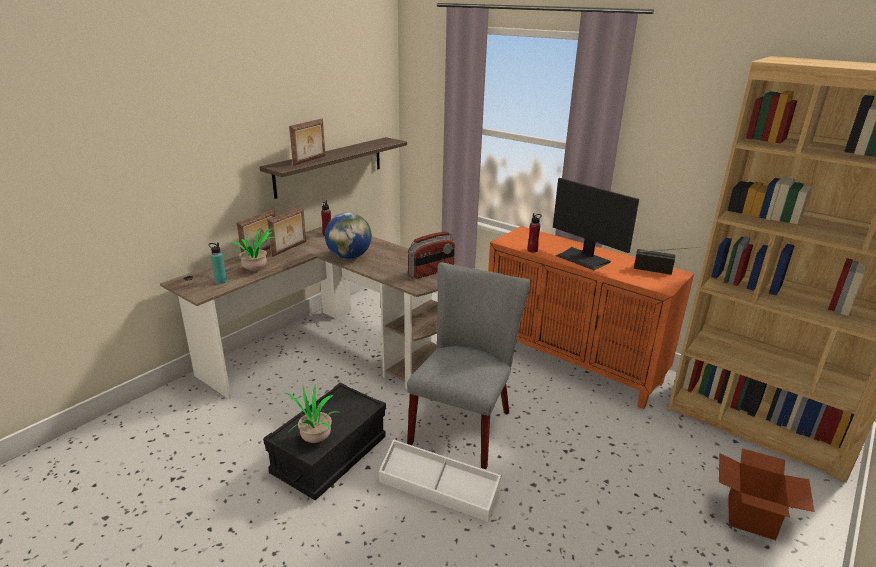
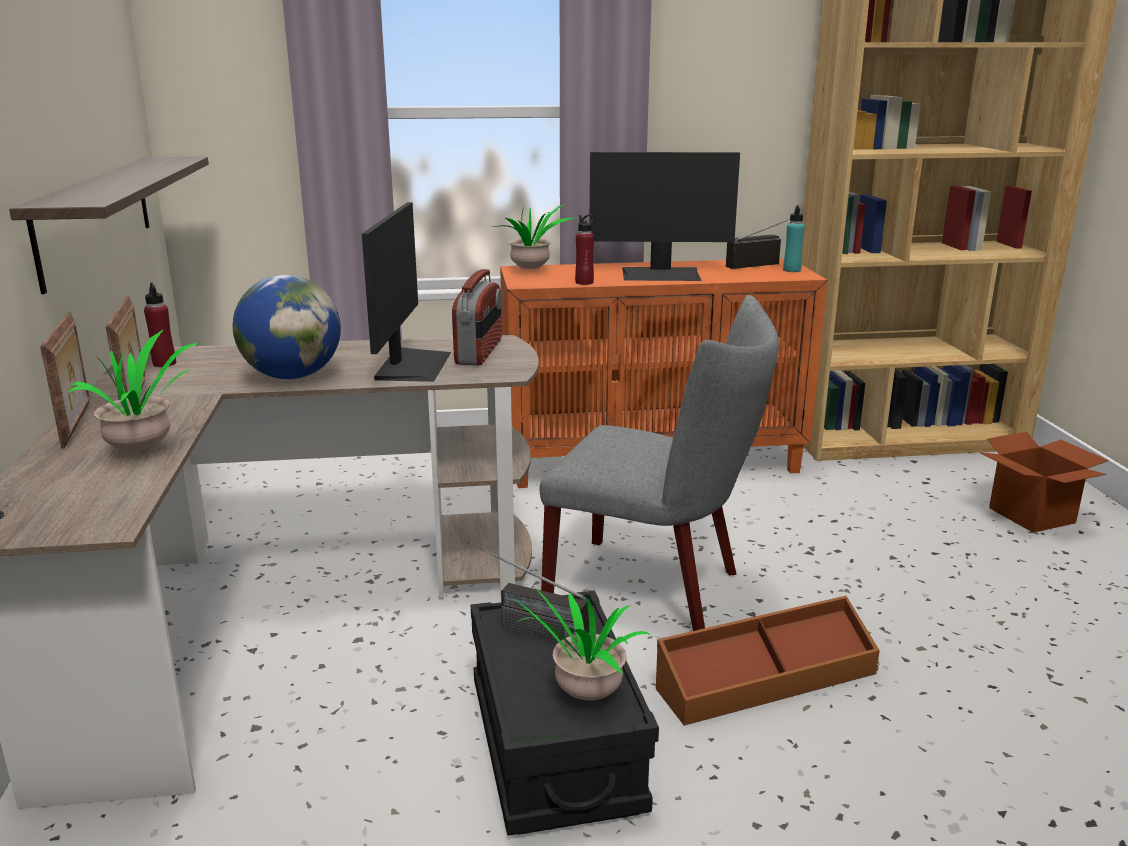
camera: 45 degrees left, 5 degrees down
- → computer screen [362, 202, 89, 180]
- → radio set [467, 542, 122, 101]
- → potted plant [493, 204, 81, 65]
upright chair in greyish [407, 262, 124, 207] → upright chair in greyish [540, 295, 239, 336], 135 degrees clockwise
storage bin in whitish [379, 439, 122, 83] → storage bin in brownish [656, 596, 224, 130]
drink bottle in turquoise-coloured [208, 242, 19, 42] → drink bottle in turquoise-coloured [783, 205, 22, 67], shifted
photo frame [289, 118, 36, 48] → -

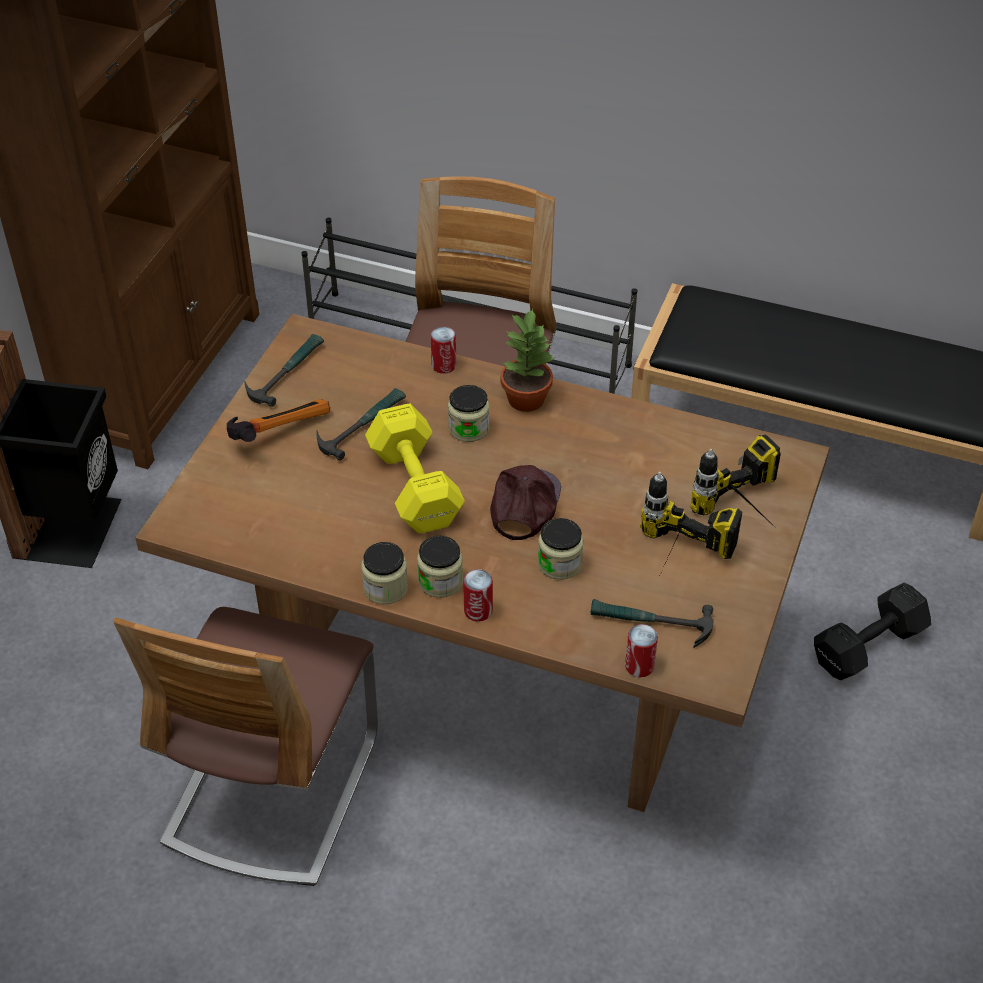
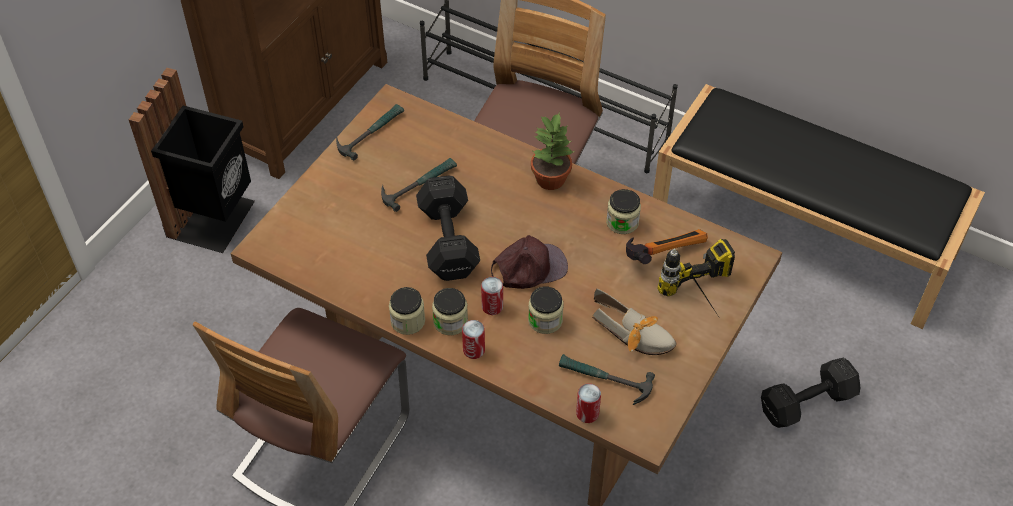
camera: 10 degrees right, 5 degrees up
free weight in yellow [365, 403, 100, 130] → free weight in black [416, 176, 64, 105]
metal can [431, 326, 25, 48] → metal can [481, 277, 22, 38], shifted
baseball cap in brownish [490, 465, 71, 75] → baseball cap in brownish [491, 235, 77, 54], 45 degrees clockwise
power drill [640, 472, 102, 107] → item of footwear [592, 289, 85, 66]
storage jar [448, 385, 41, 57] → storage jar [606, 189, 35, 45], shifted
hand hammer [227, 399, 103, 43] → hand hammer [626, 229, 82, 35], shifted

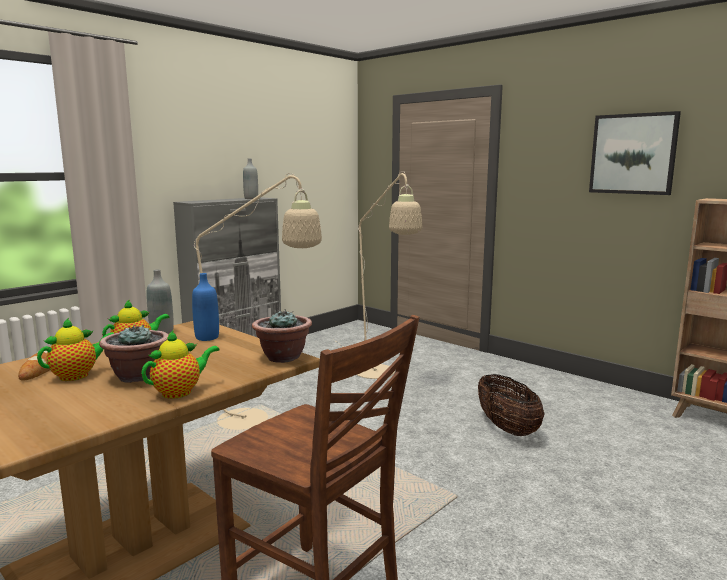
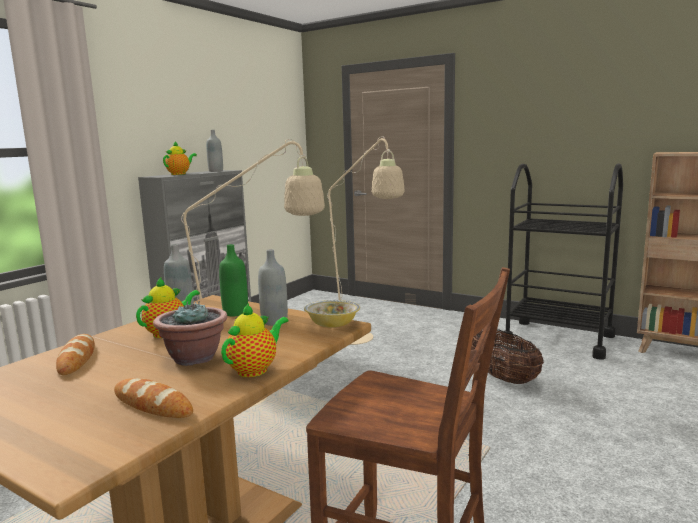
camera: 10 degrees left, 0 degrees up
- → bread [114, 378, 79, 40]
pot for tea [37, 318, 78, 63] → pot for tea [163, 141, 34, 34], shifted
drink bottle in bluish [192, 273, 27, 68] → drink bottle in green [219, 244, 29, 72]
- → drink bottle in greyish [258, 249, 30, 77]
potted plant [252, 309, 60, 54] → deep dish [304, 300, 56, 28]
- → trolley in black [504, 163, 119, 197]
picture [589, 111, 92, 84] → -

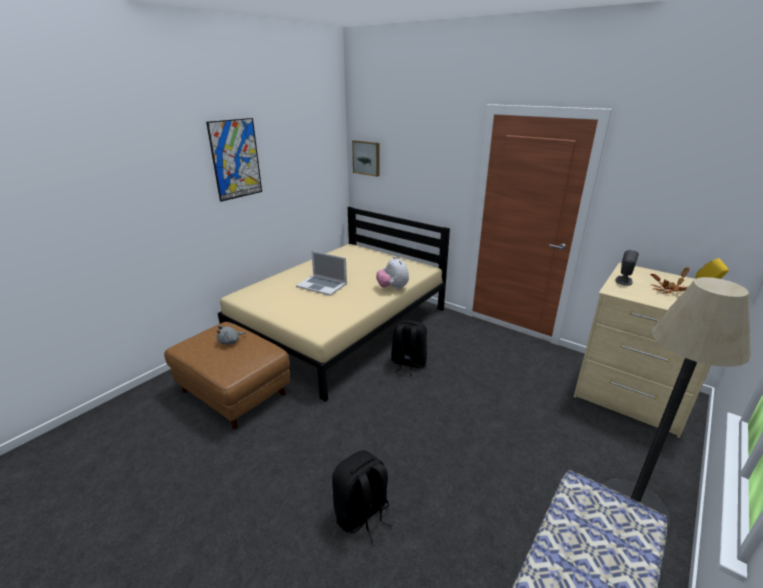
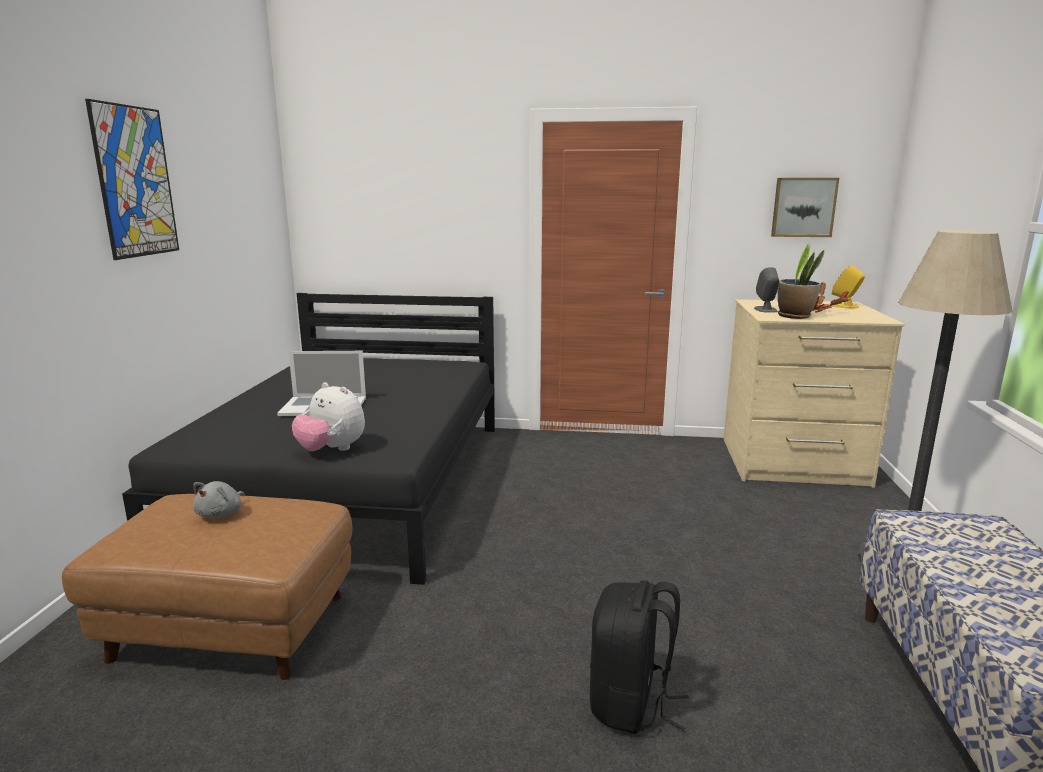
camera: 30 degrees left, 10 degrees down
bed in sand-coloured [218, 207, 232, 195] → bed in black [122, 293, 373, 292]
cuddly toy [376, 256, 33, 34] → cuddly toy [292, 382, 73, 69], shifted
picture [352, 140, 28, 37] → picture [771, 178, 68, 59], shifted
- → potted plant [778, 243, 47, 76]
backpack in black [391, 320, 36, 56] → -

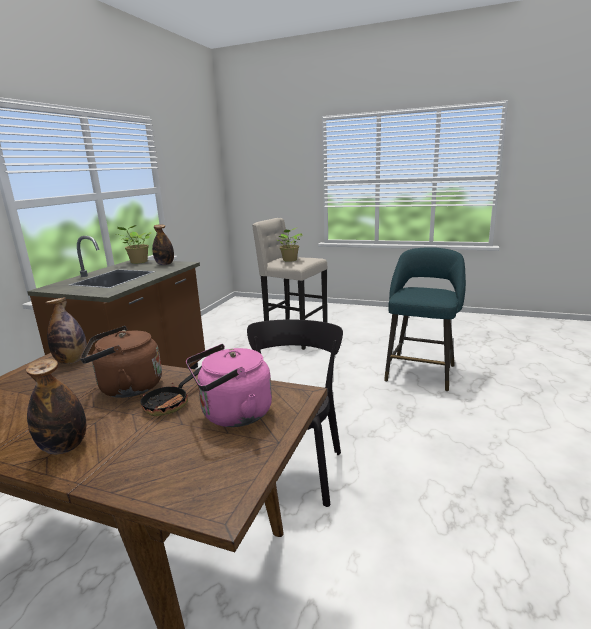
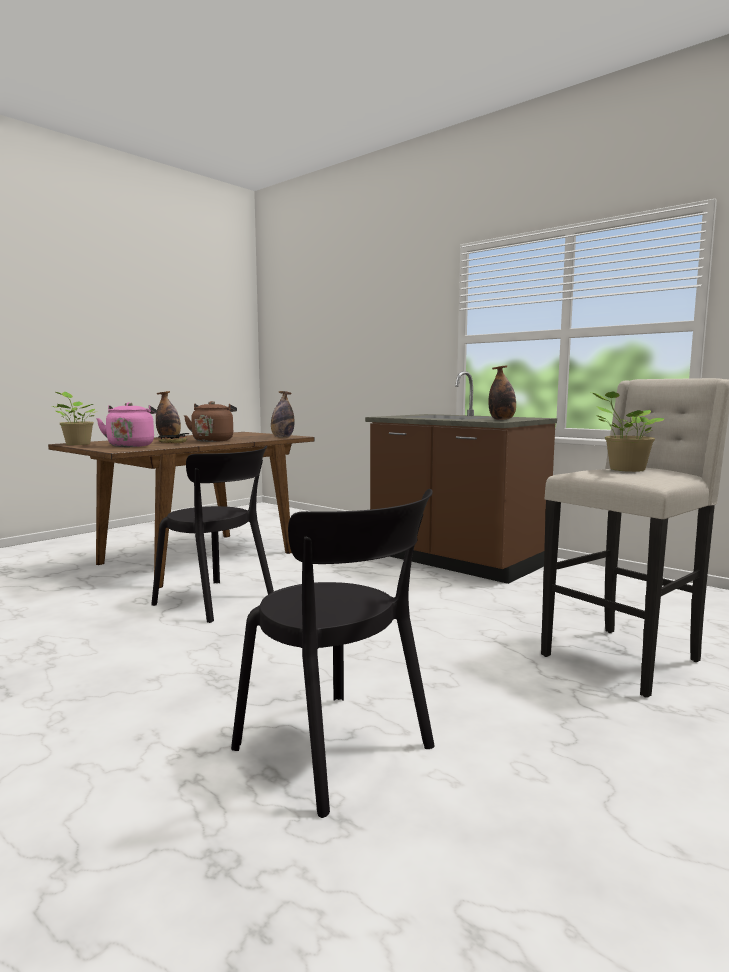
camera: 110 degrees right, 10 degrees down
potted plant [117, 225, 35, 39] → potted plant [52, 392, 43, 53], shifted
stool seat in turquoise-coloured [384, 247, 82, 144] → upright chair in black [231, 489, 204, 329]

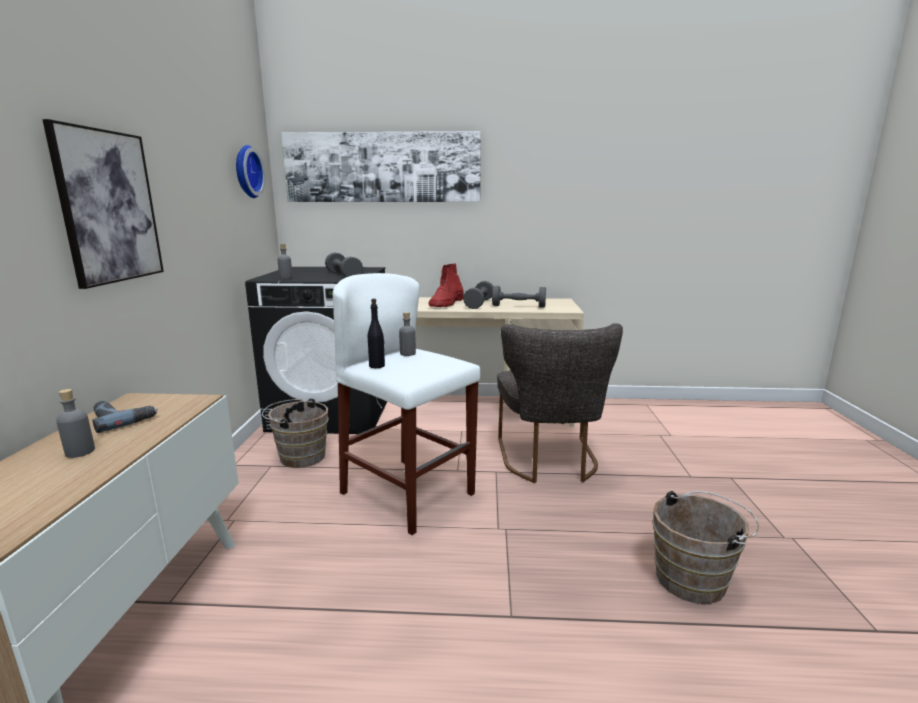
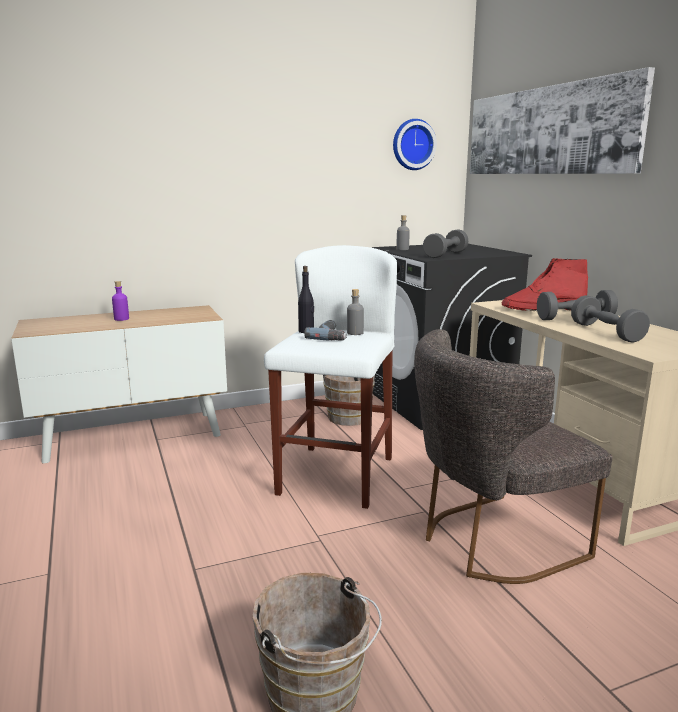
camera: 65 degrees right, 0 degrees up
drink bottle in greyish [56, 389, 39, 69] → drink bottle in purple [112, 281, 17, 40]
power drill [93, 401, 65, 32] → power drill [304, 320, 43, 21], shifted
picture [42, 119, 122, 170] → -

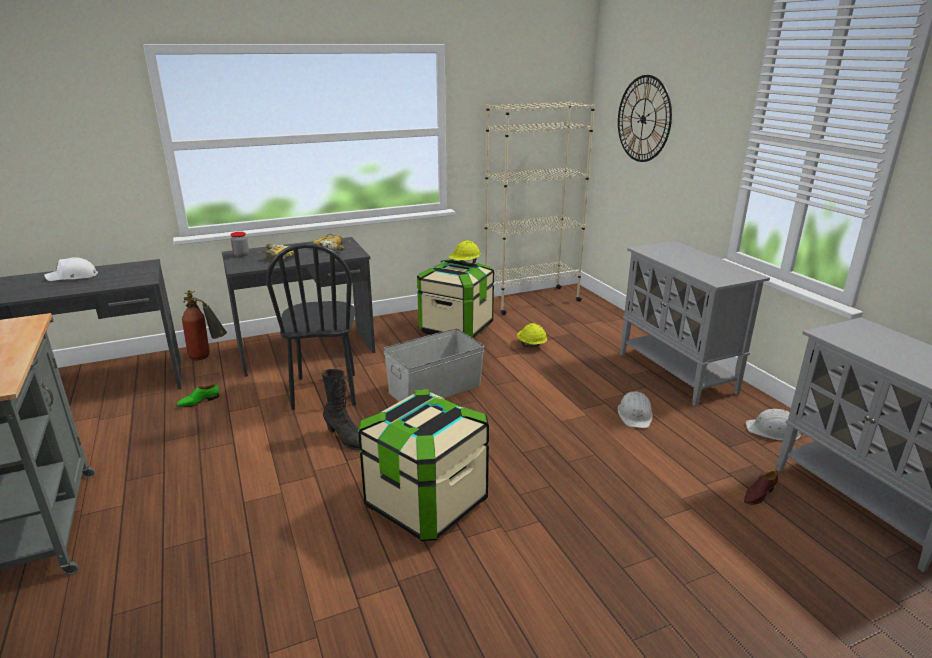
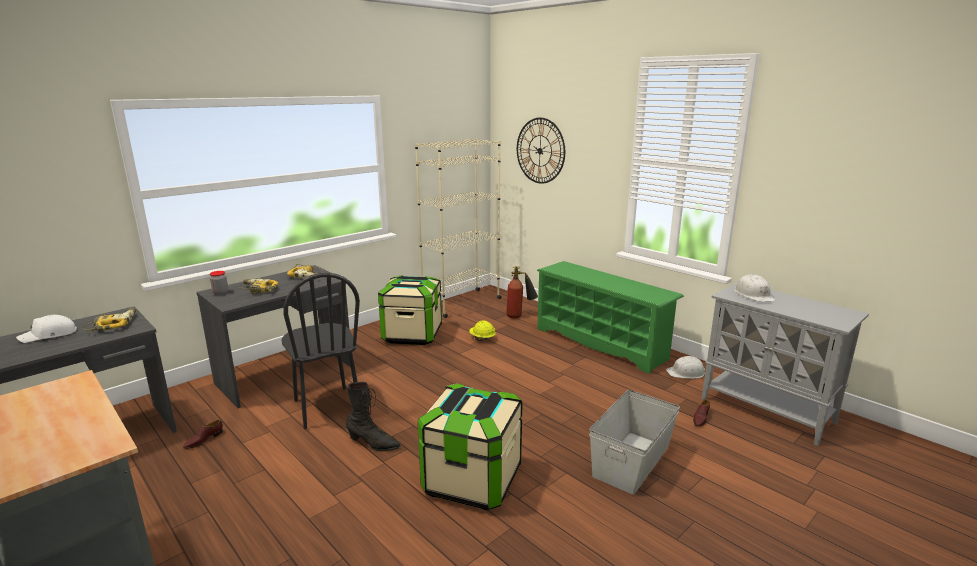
camera: 20 degrees left, 5 degrees down
- → power drill [83, 308, 53, 23]
item of footwear in green [177, 384, 42, 23] → item of footwear in brownish [183, 419, 40, 30]
fire extinguisher [182, 290, 45, 70] → fire extinguisher [507, 266, 31, 53], shifted
storage cabinet in greyish [620, 241, 150, 165] → shoe stand in green [537, 261, 147, 113]
storage bin in greyish [384, 328, 100, 74] → storage bin in greyish [589, 390, 91, 105], shifted
work helmet in whitish [617, 391, 36, 37] → work helmet in whitish [734, 274, 41, 28], shifted
work helmet in yellow [449, 241, 32, 24] → -

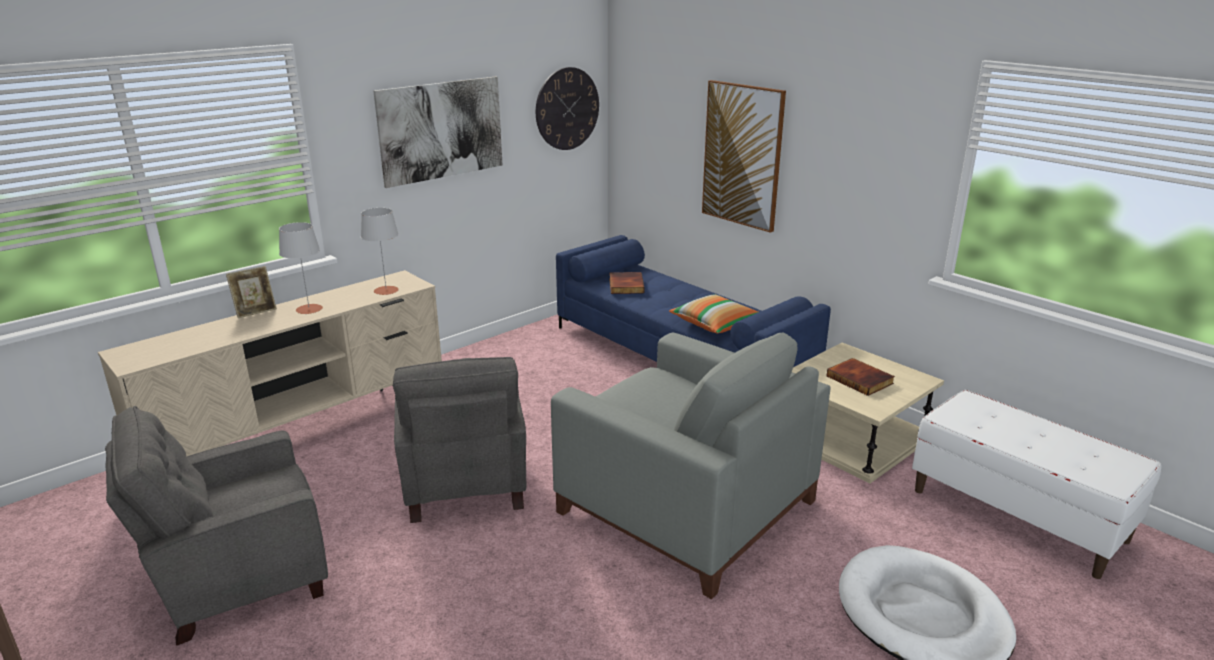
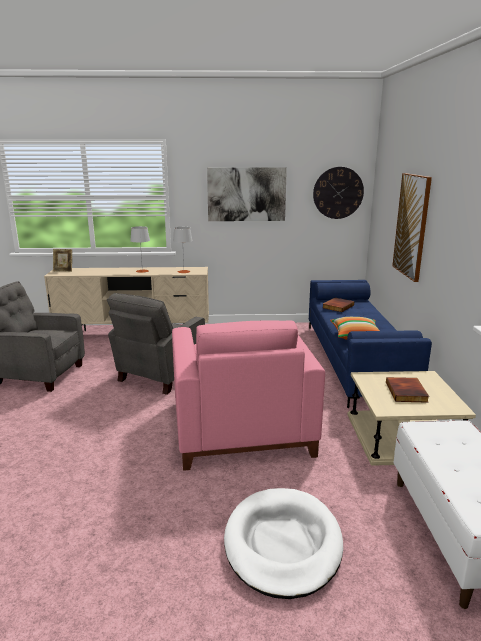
camera: 40 degrees right, 5 degrees down
photo frame [226, 266, 51, 52] → photo frame [53, 249, 19, 23], shifted
easy chair in greyish [551, 332, 279, 267] → easy chair in pink [172, 320, 153, 151]

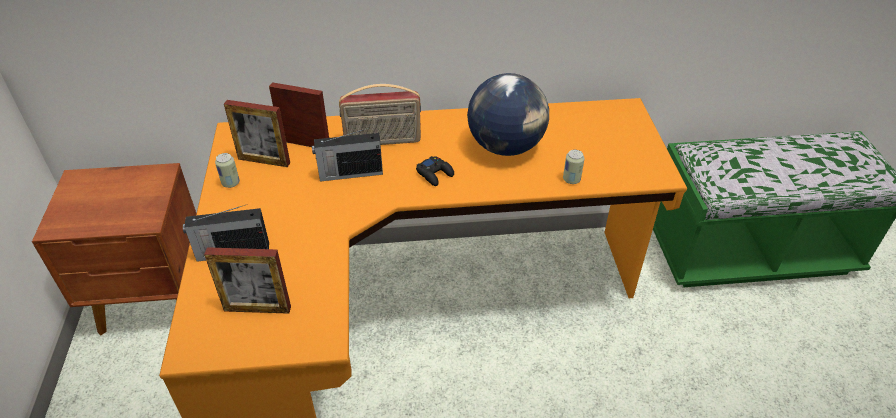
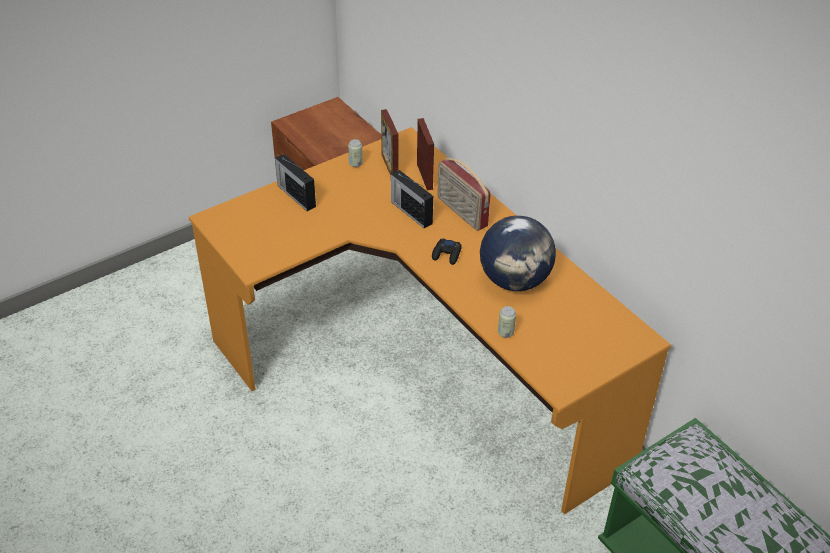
camera: 60 degrees right, 0 degrees up
photo frame [204, 247, 87, 67] → -

